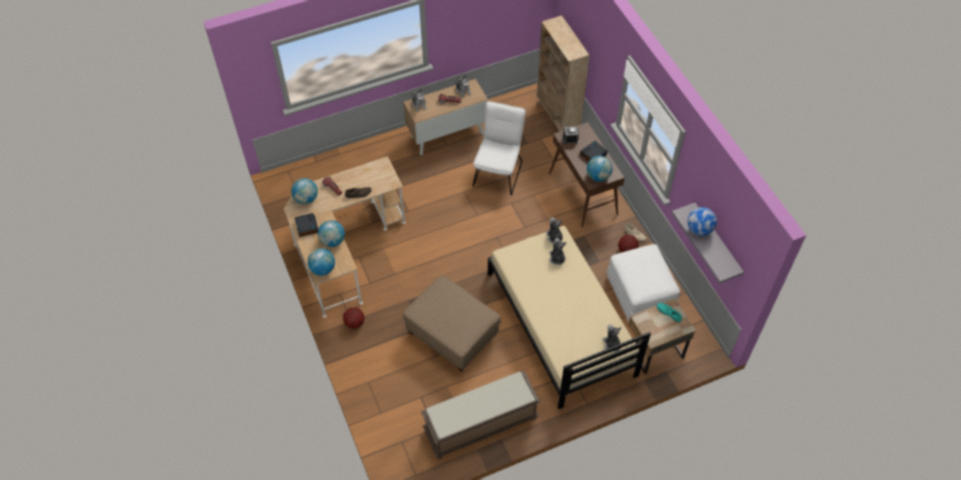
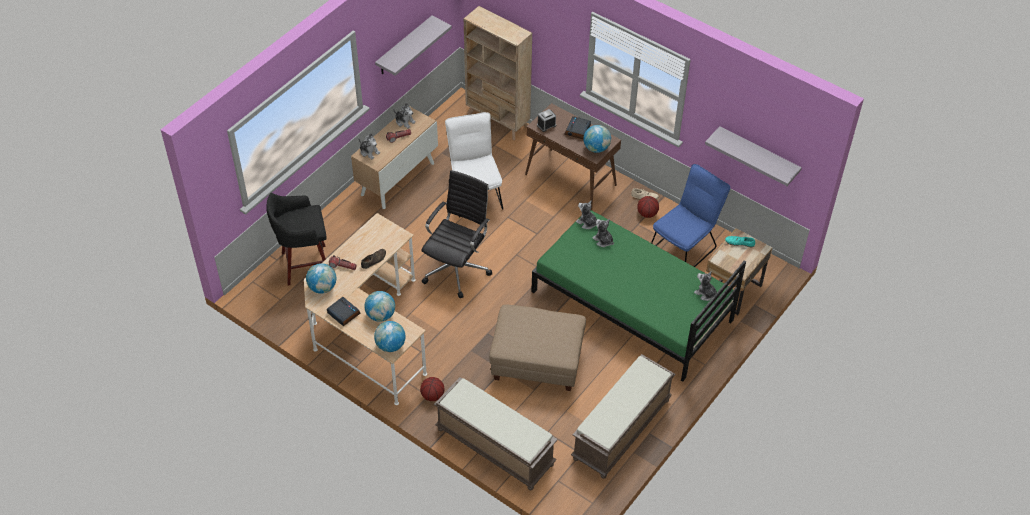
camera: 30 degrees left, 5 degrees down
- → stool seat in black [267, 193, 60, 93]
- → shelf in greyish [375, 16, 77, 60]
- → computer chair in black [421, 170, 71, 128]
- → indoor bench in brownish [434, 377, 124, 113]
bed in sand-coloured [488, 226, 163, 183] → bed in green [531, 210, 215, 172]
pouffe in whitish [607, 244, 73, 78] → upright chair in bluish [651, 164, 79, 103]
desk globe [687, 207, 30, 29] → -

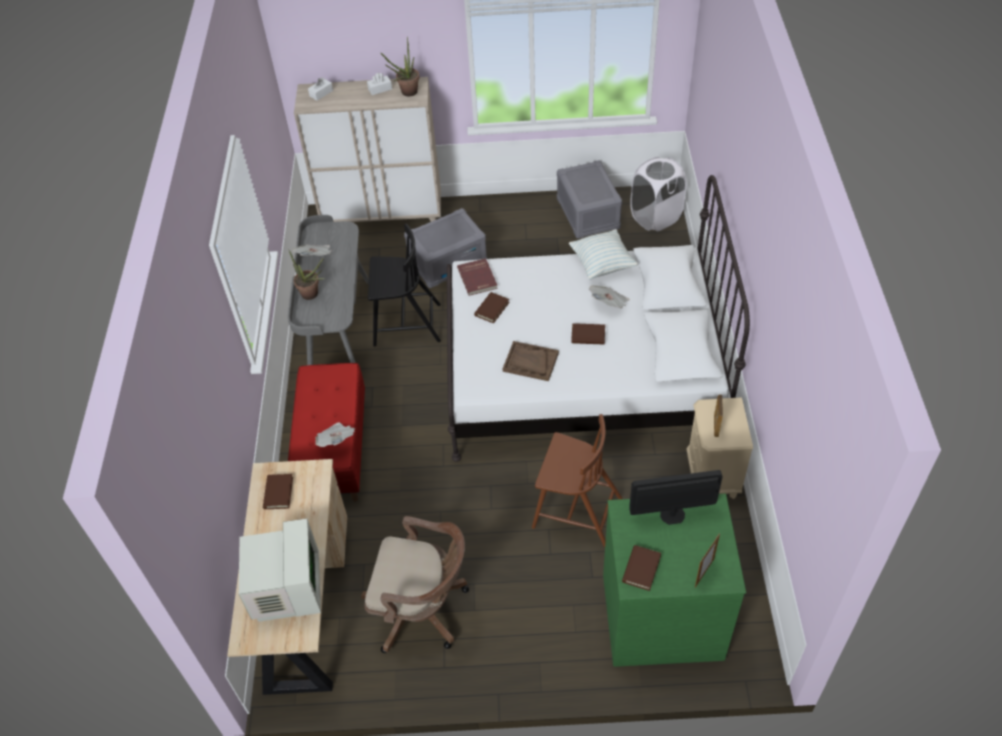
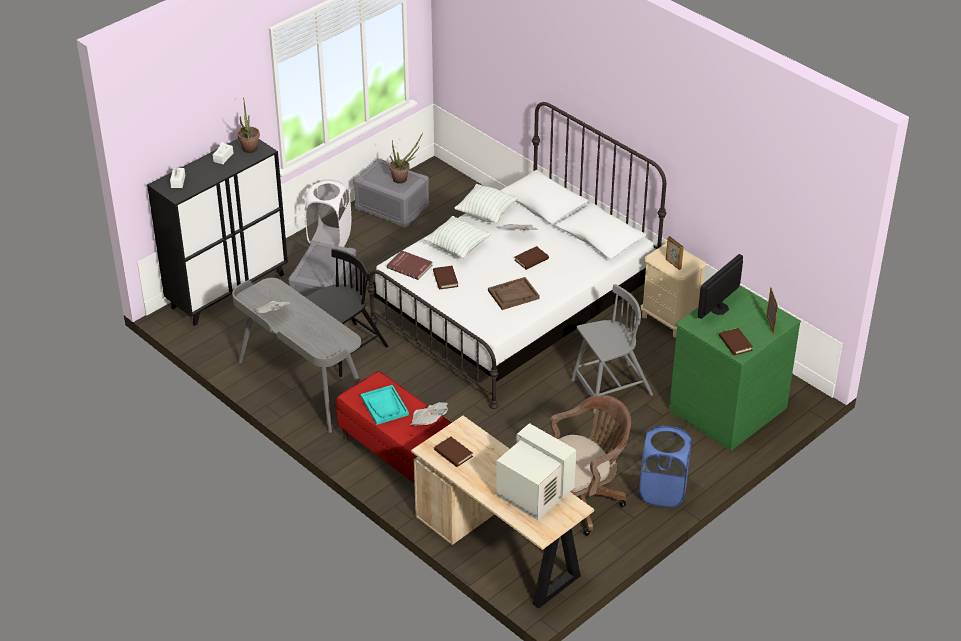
camera: 45 degrees left, 10 degrees down
storage cabinet in sand-coloured [294, 77, 147, 145] → storage cabinet in black [147, 139, 141, 187]
washing basket in whitish [630, 157, 57, 74] → washing basket in whitish [305, 179, 46, 68], shifted
- → carrying tray in turquoise-coloured [361, 385, 48, 40]
potted plant [288, 249, 37, 51] → potted plant [389, 133, 34, 51], shifted
- → pillow [424, 216, 67, 42]
upright chair in brownish [532, 414, 91, 133] → upright chair in greyish [571, 284, 82, 130]
- → washing basket in bluish [639, 425, 53, 82]

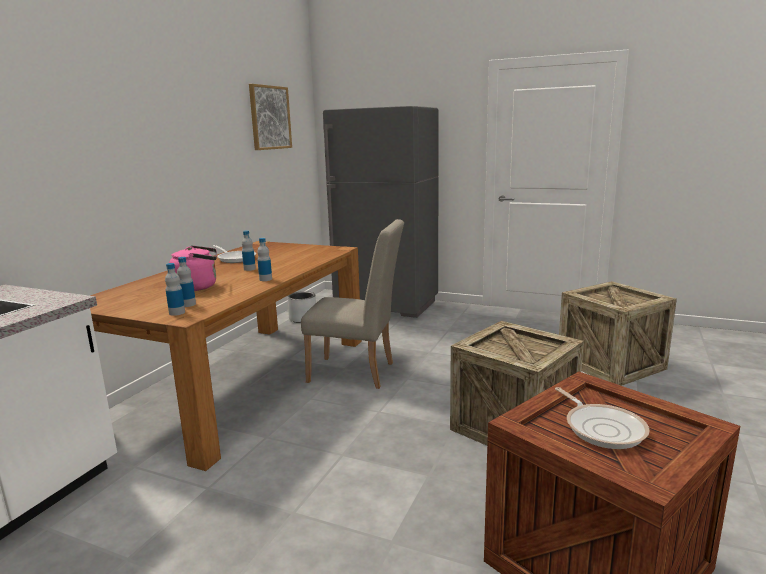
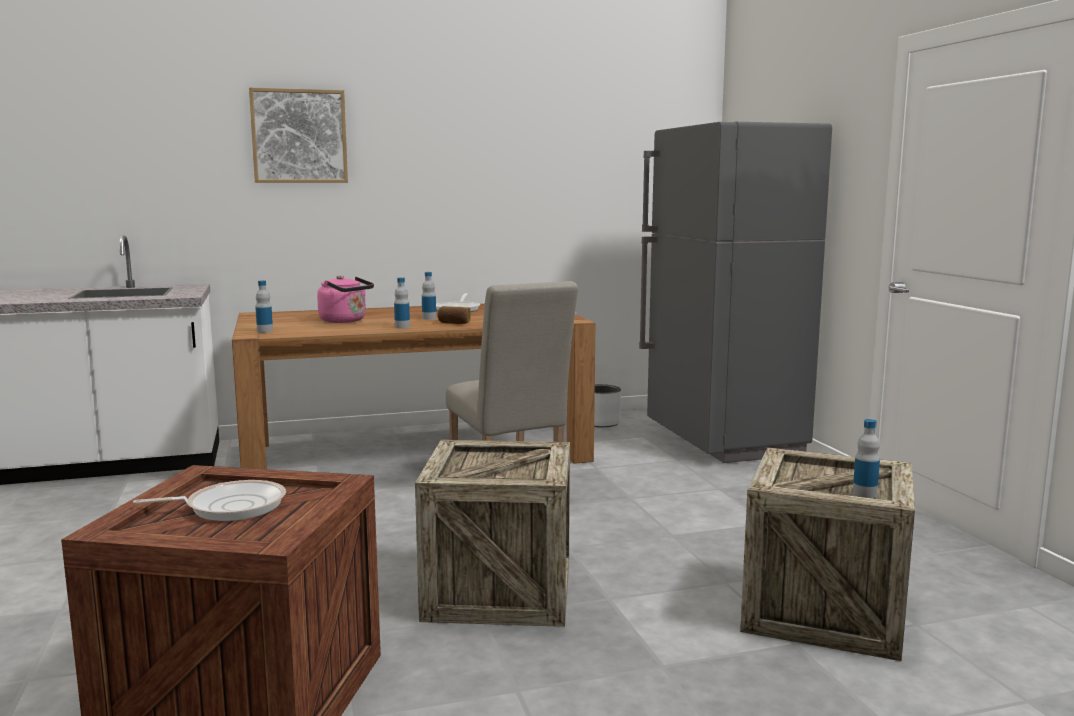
camera: 50 degrees right, 5 degrees down
frying pan [555, 387, 95, 62] → frying pan [133, 480, 153, 41], 135 degrees counterclockwise
picture [249, 84, 43, 66] → picture [249, 88, 99, 95], shifted
- → bread [437, 306, 34, 18]
drink bottle [177, 257, 19, 50] → drink bottle [853, 419, 27, 79], shifted

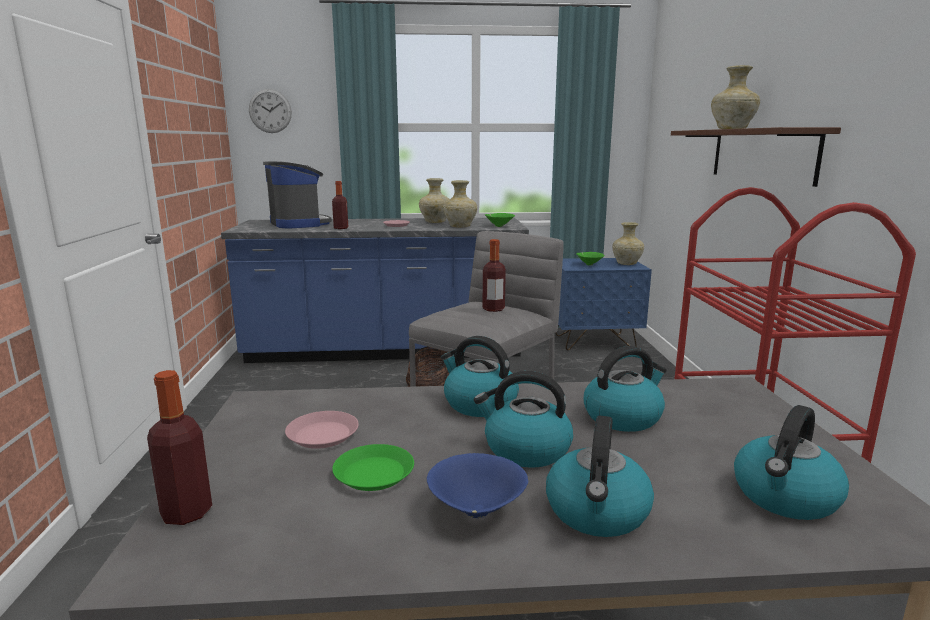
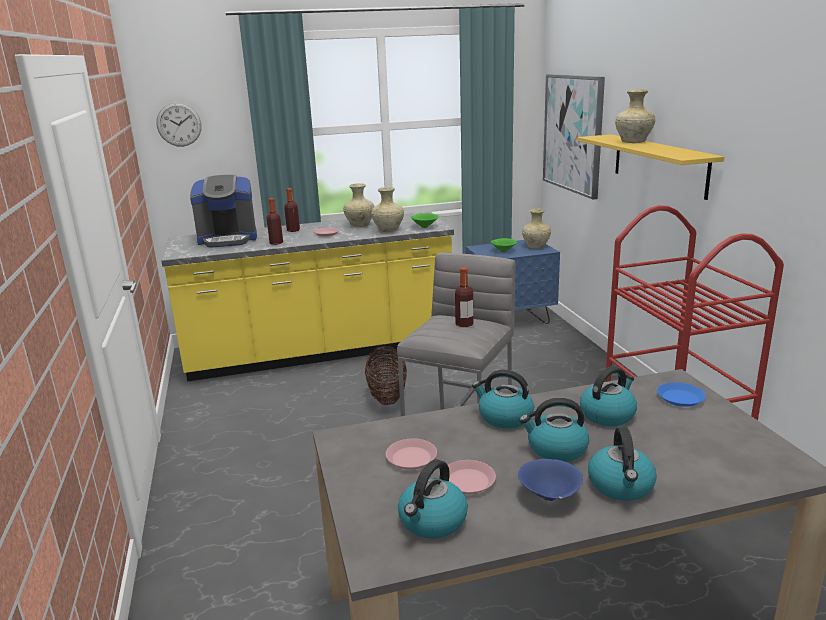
camera: 10 degrees left, 5 degrees up
counter in bluish [221, 217, 308, 146] → counter in yellow [161, 211, 293, 171]
coffee machine [263, 161, 69, 67] → coffee machine [190, 174, 67, 74], 120 degrees clockwise
drink bottle [147, 370, 65, 155] → drink bottle [284, 188, 16, 44], shifted
tea kettle [734, 405, 115, 115] → tea kettle [398, 459, 70, 80], shifted
flat dish in green [332, 444, 82, 47] → flat dish in pink [448, 460, 48, 34]
- → picture [543, 74, 62, 126]
shelf in brownish [671, 127, 170, 60] → shelf in yellow [578, 134, 146, 66]
- → flat dish in bluish [657, 382, 49, 25]

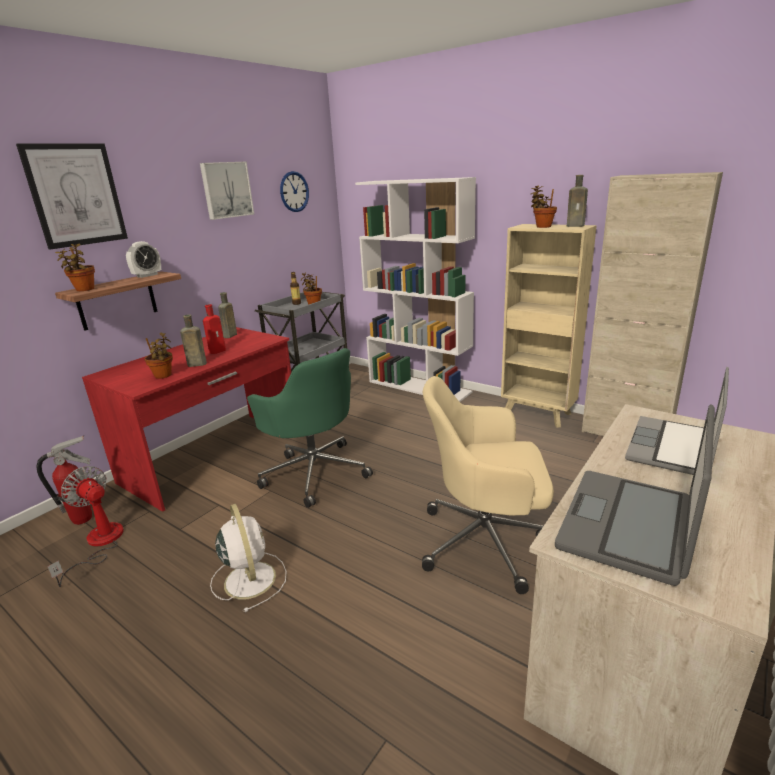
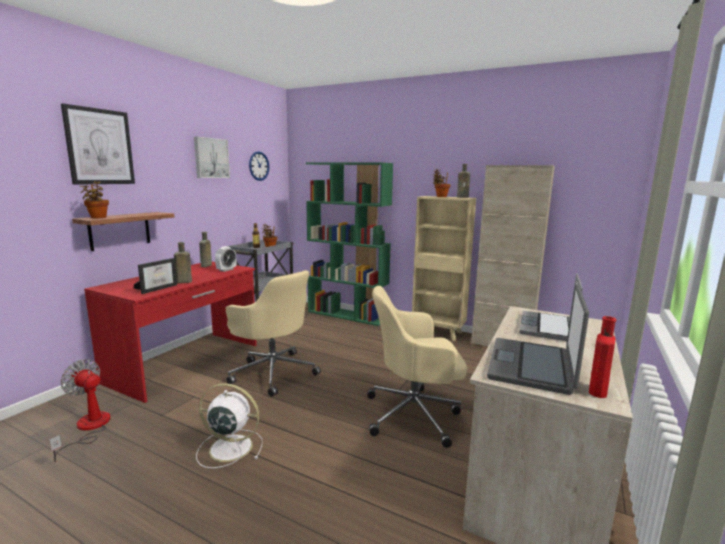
camera: 10 degrees left, 10 degrees down
potted plant [144, 333, 29, 46] → photo frame [134, 258, 43, 36]
cooling fan in whitish [210, 504, 77, 108] → cooling fan in whitish [196, 383, 66, 85], 45 degrees counterclockwise
table clock [126, 241, 35, 37] → table clock [215, 246, 22, 26], shifted
computer chair in green [247, 348, 126, 160] → computer chair in sand-coloured [226, 270, 95, 127]
bookcase in whitish [355, 177, 121, 225] → bookcase in green [306, 162, 87, 164]
drink bottle in reddish [203, 304, 23, 50] → drink bottle in reddish [589, 316, 27, 82], shifted
fire extinguisher [36, 436, 56, 89] → -

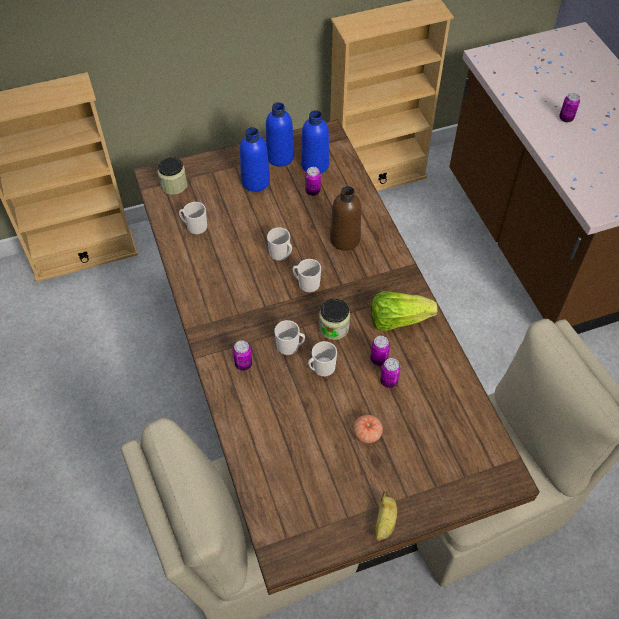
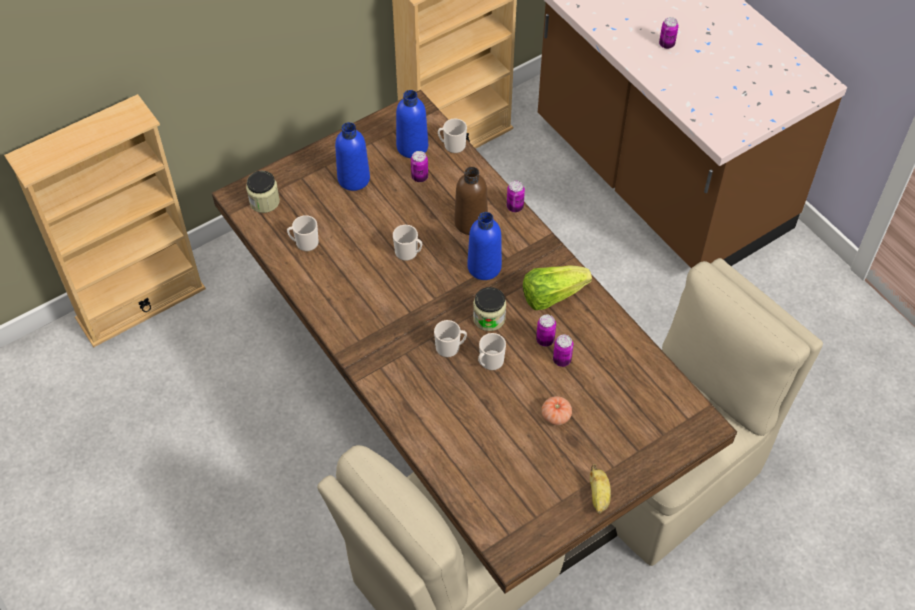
camera: 15 degrees left, 0 degrees up
mug [292, 259, 29, 34] → mug [438, 118, 29, 35], shifted
drink bottle in bluish [266, 102, 28, 65] → drink bottle in bluish [467, 212, 35, 68], shifted
metal can [233, 340, 19, 31] → metal can [507, 181, 18, 31], shifted

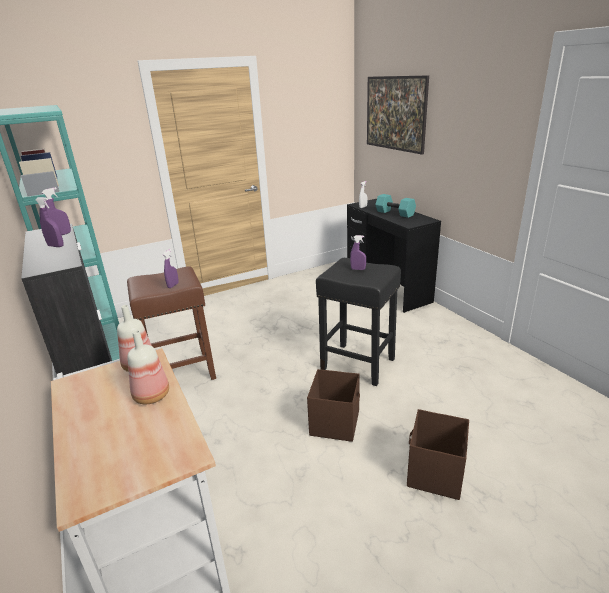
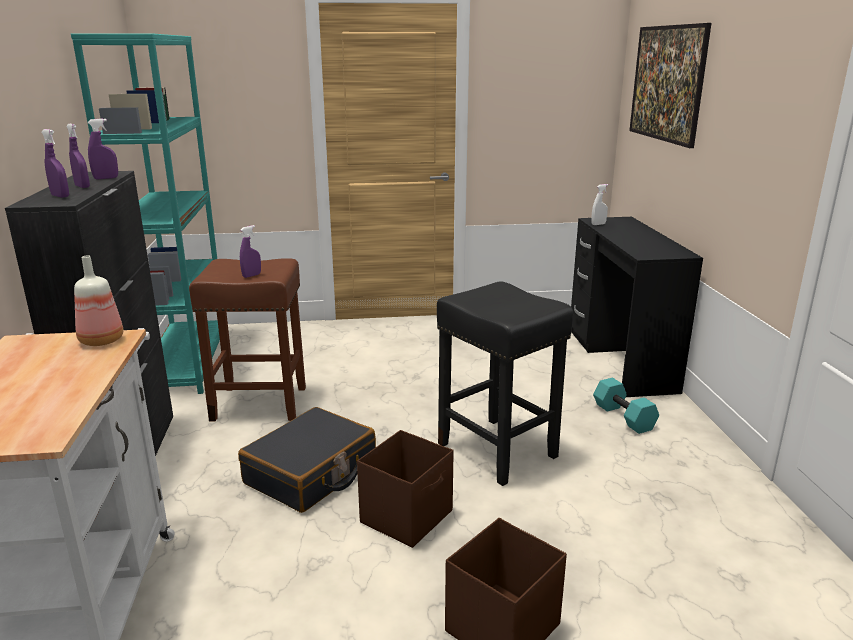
camera: 20 degrees right, 5 degrees down
hand sprayer in purple [350, 235, 16, 35] → hand sprayer in purple [41, 129, 28, 69], shifted
- → suitcase in black [238, 407, 138, 106]
free weight in turquoise-coloured [375, 194, 41, 24] → free weight in turquoise-coloured [593, 378, 66, 56], shifted
drink bottle [127, 330, 42, 74] → -

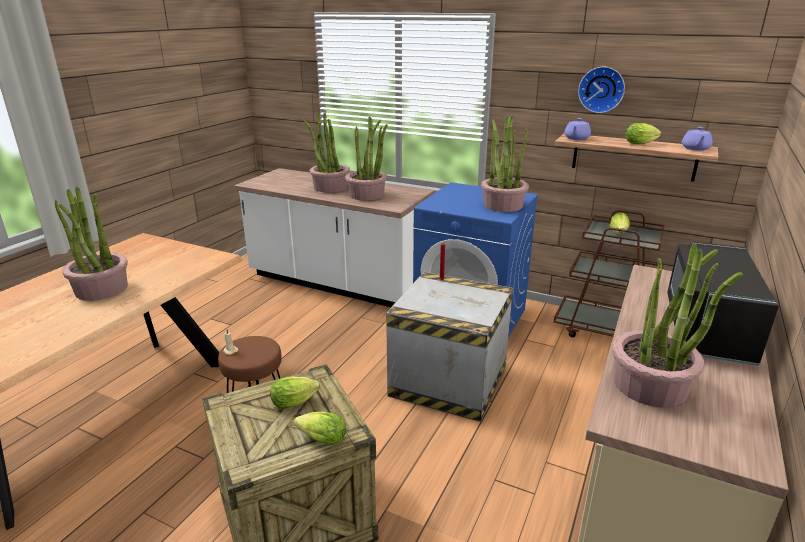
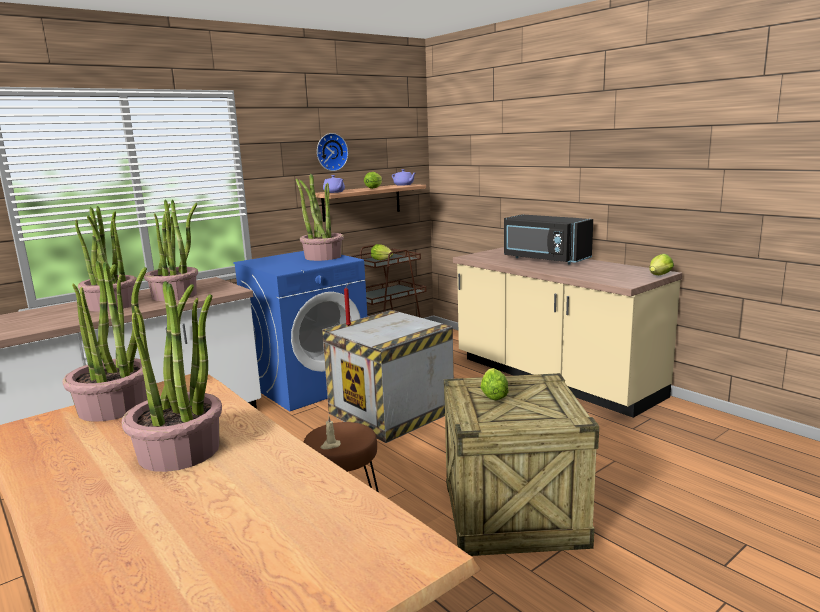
camera: 65 degrees left, 10 degrees down
potted plant [612, 243, 131, 165] → potted plant [62, 261, 86, 161], shifted
lettuce [294, 412, 52, 33] → lettuce [649, 254, 25, 21], shifted

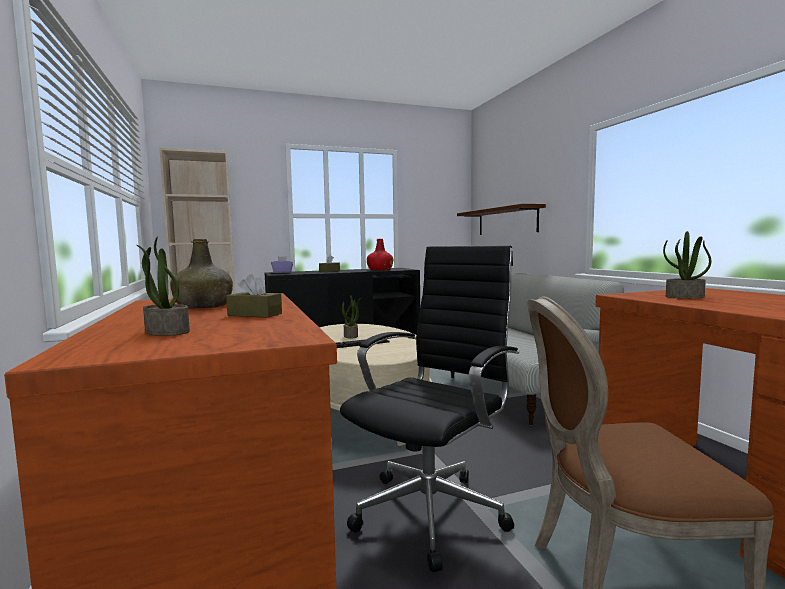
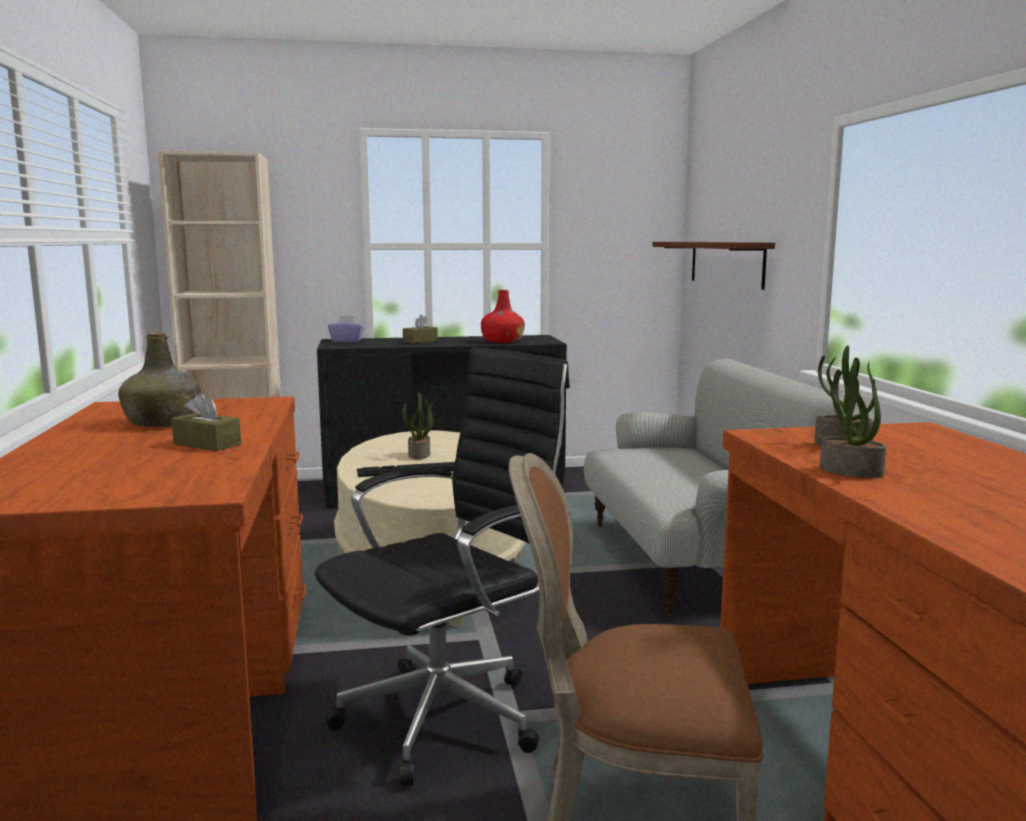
camera: 10 degrees right, 5 degrees up
potted plant [137, 236, 53, 100] → potted plant [820, 359, 66, 119], shifted

